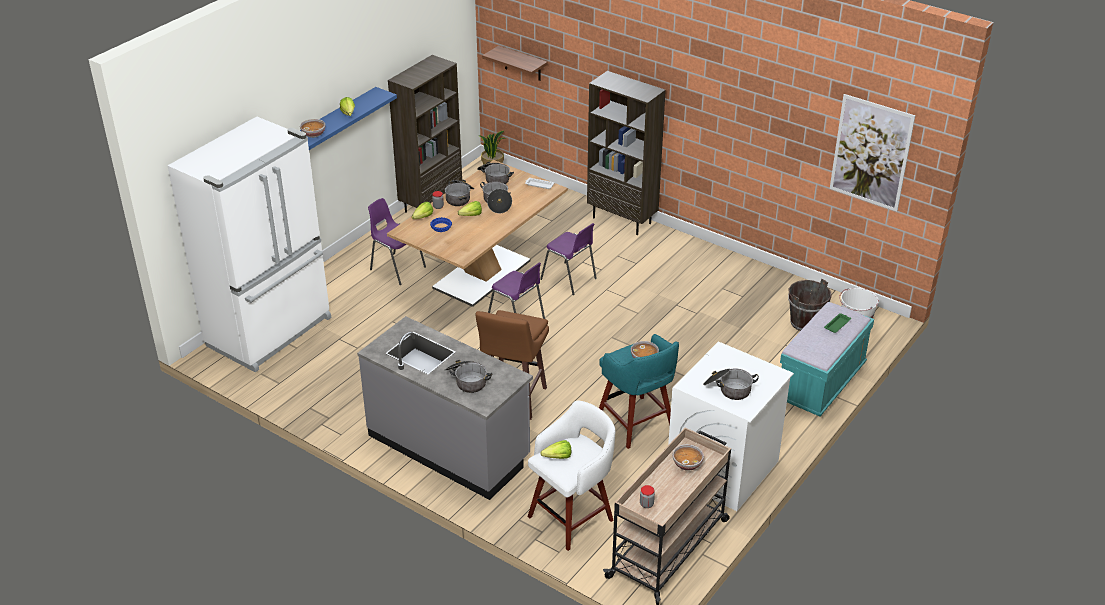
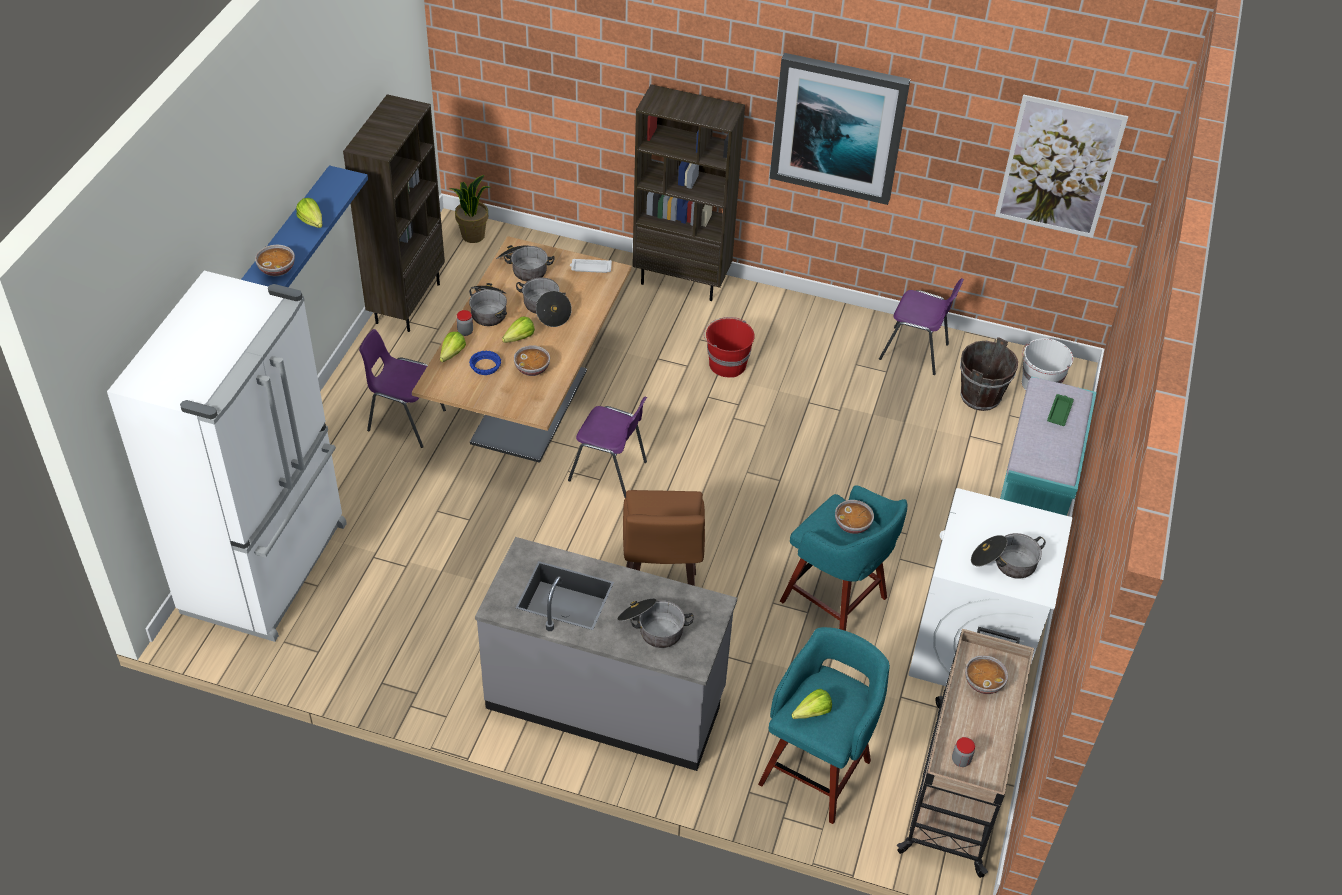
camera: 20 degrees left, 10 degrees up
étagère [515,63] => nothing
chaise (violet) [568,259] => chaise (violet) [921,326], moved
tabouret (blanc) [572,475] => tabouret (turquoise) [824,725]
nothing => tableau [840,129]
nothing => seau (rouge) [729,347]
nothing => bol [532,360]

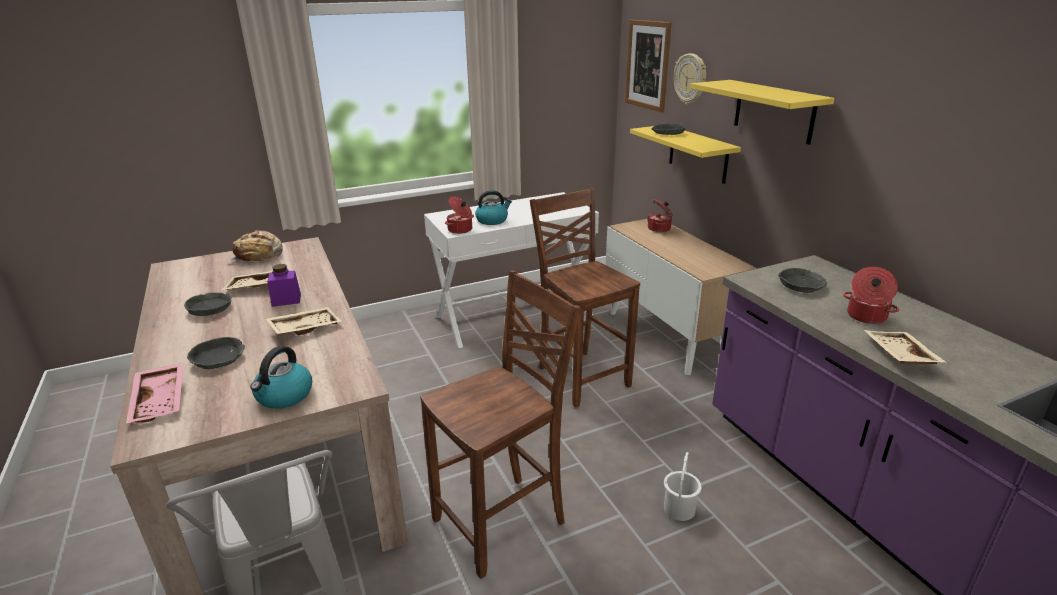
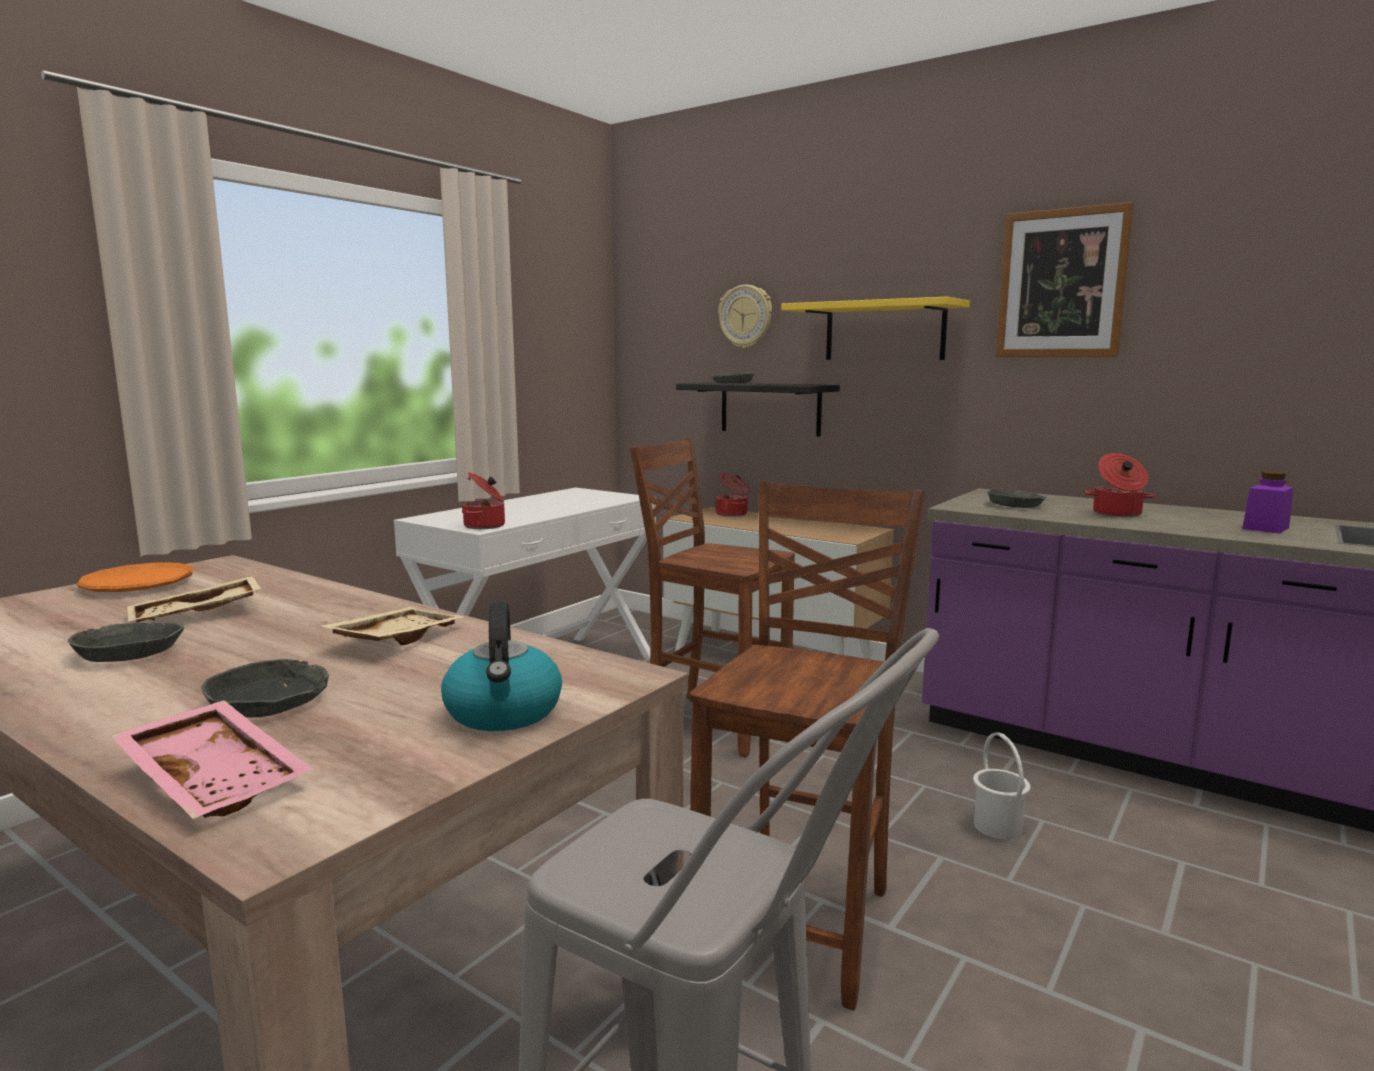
camera: 30 degrees left, 15 degrees down
tableau [648,66] => tableau [1065,279], moved
étagère (jaune) [685,155] => étagère (noir) [758,409]
bouilloire [493,207] => nothing
pain [255,246] => assiette (orange) [135,577]
bocal (violet) [284,285] => bocal (violet) [1267,502], moved
plateau (beige) [905,347] => nothing

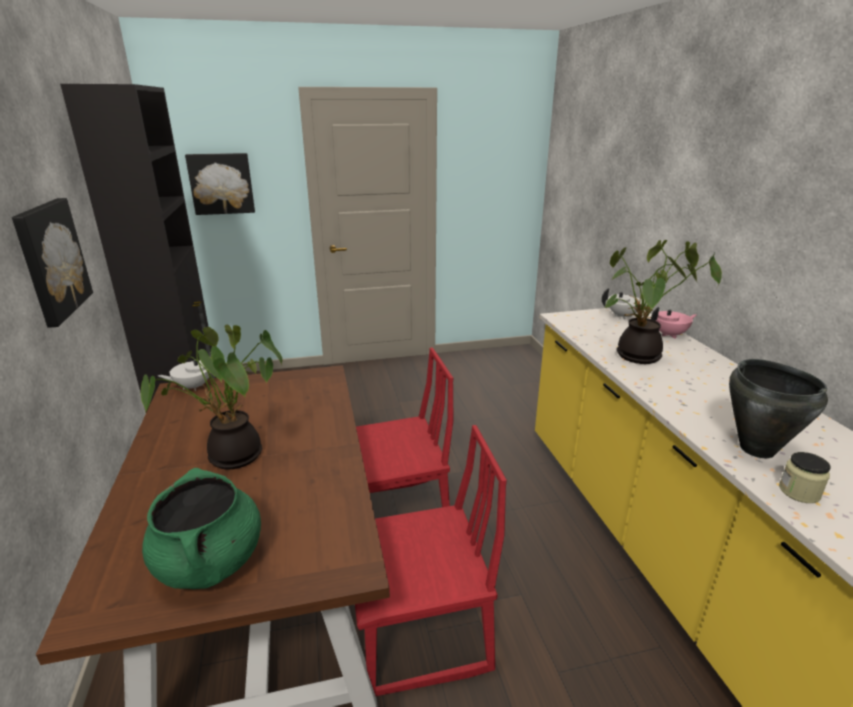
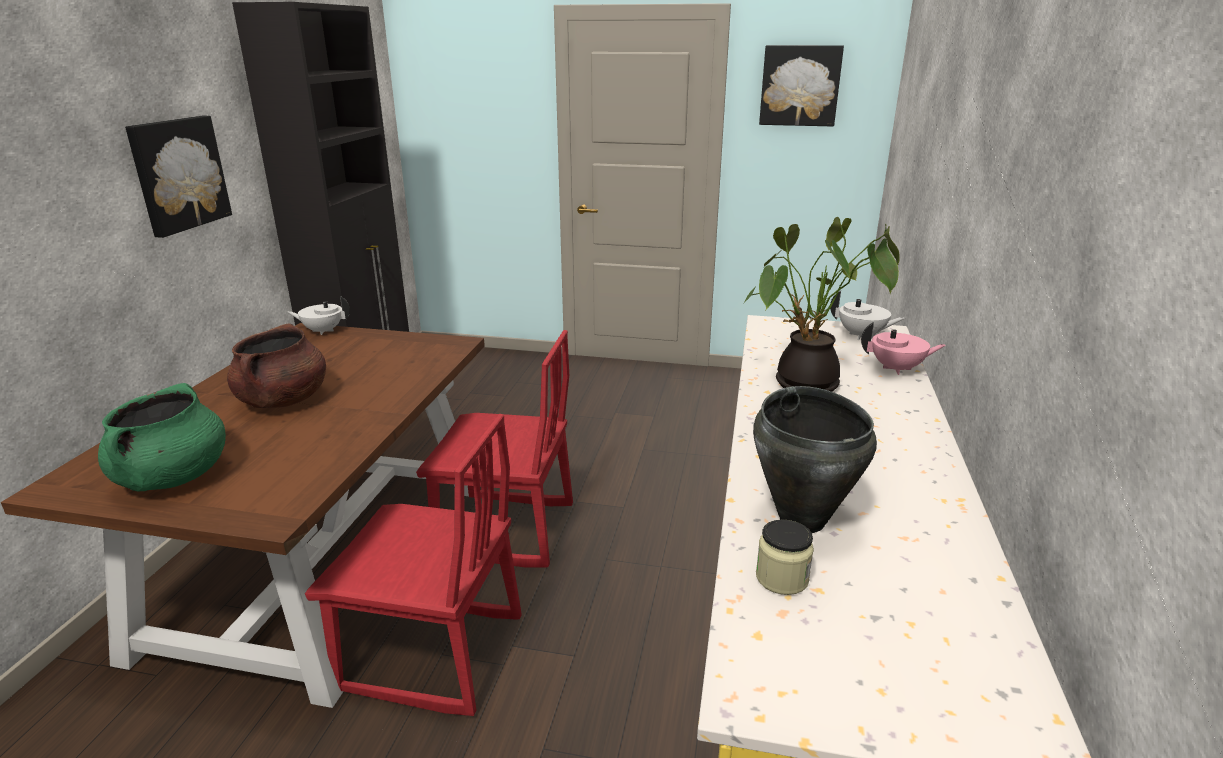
camera: 25 degrees right, 0 degrees up
tableau [220,184] => tableau [801,86], moved
plante en pot [211,397] => marmite (marron) [276,366]

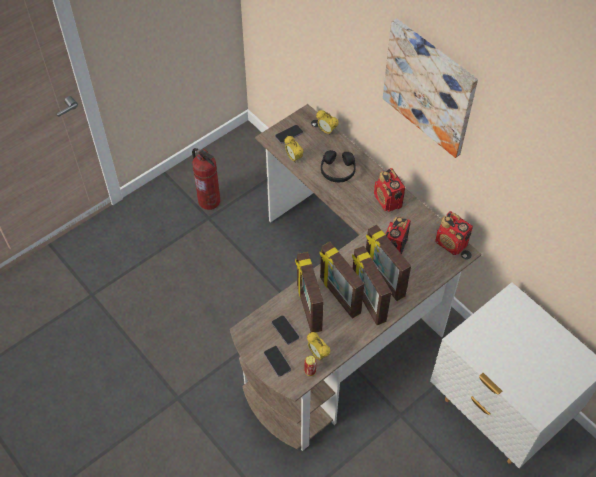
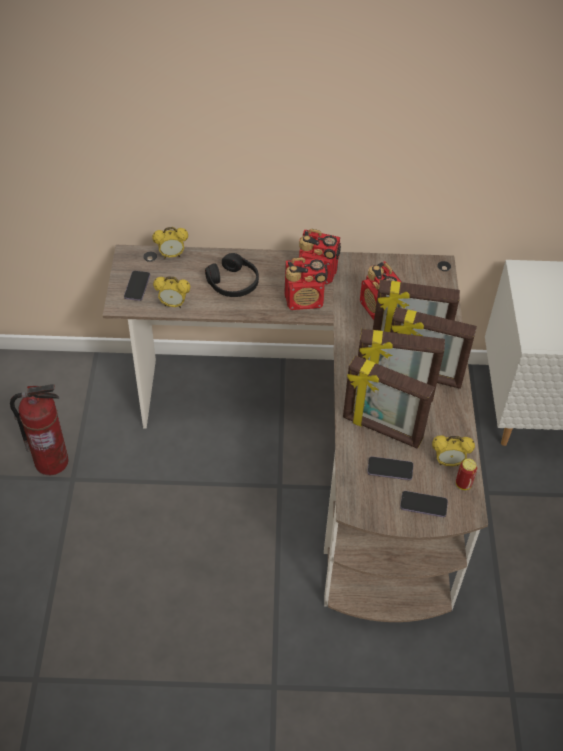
camera: 50 degrees left, 5 degrees down
tableau [430,88] => nothing
radio [454,233] => radio [306,283], moved

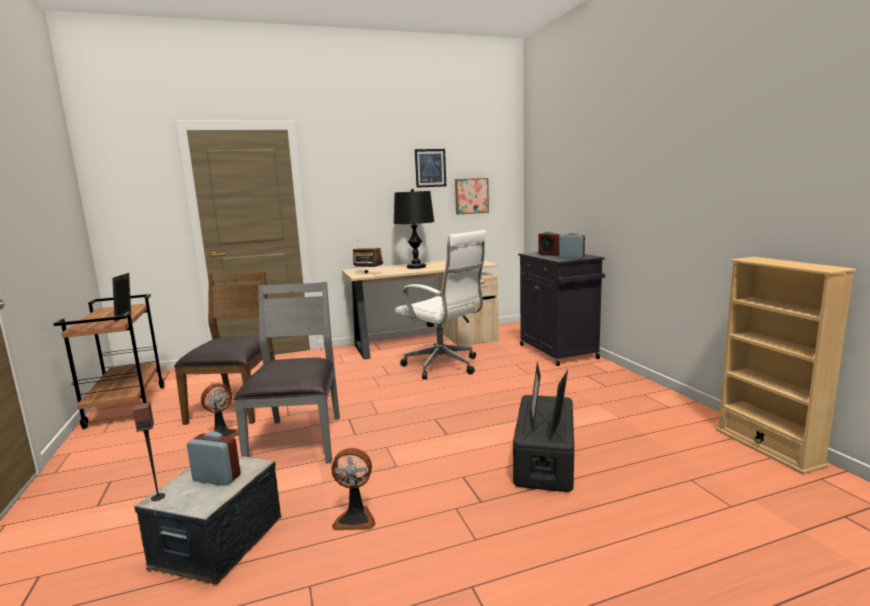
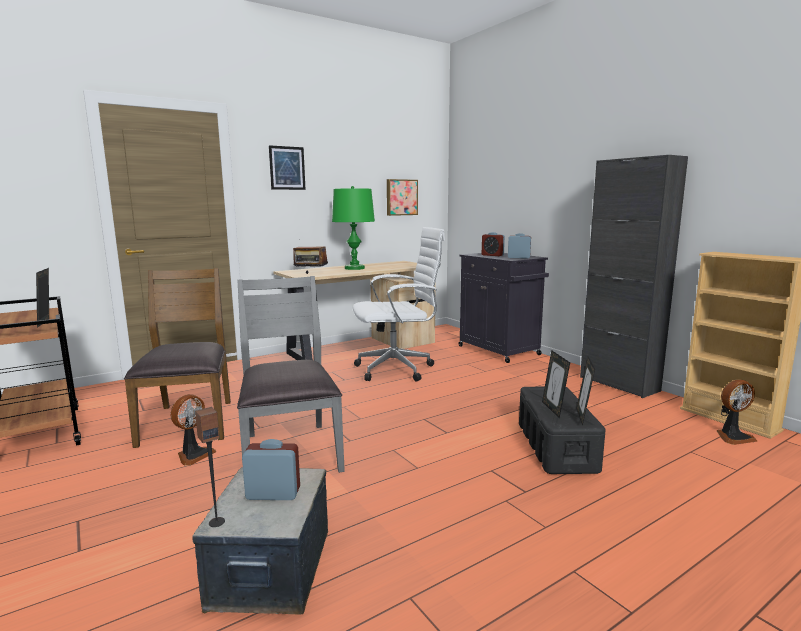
camera: 15 degrees left, 0 degrees up
tableau [430,168] => tableau [287,167], moved
lampe de table (noir) [414,229] => lampe de table (vert) [353,228]
chaise de bureau (blanc) [441,304] => chaise de bureau (blanc) [399,304], 45 degrees counterclockwise
ventilateur [353,489] => ventilateur [737,412], moved
nothing => meuble de rangement (noir) [634,276]

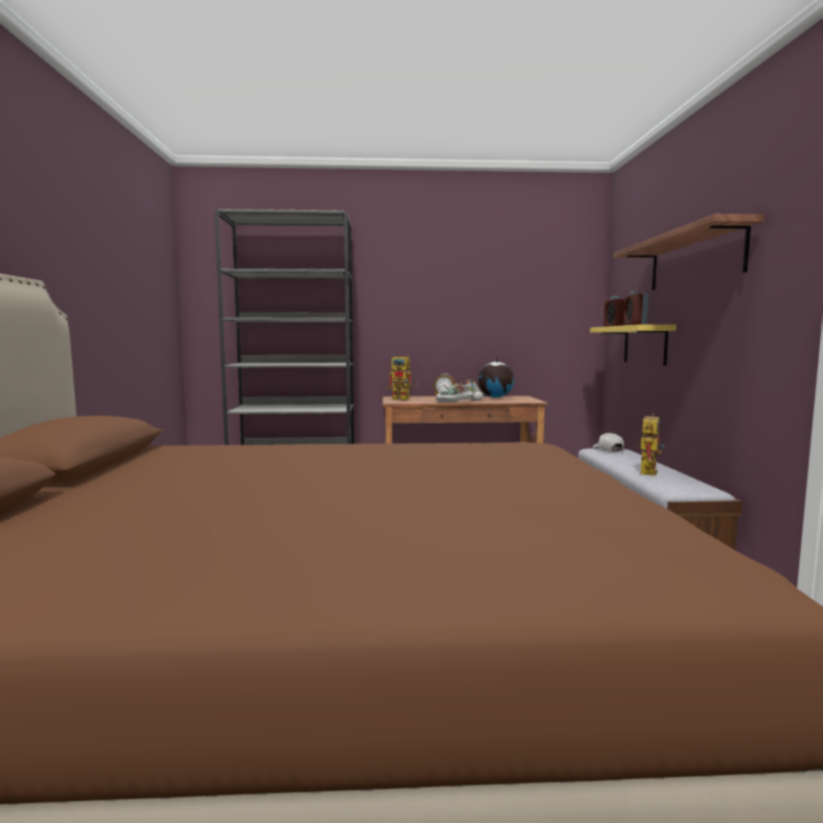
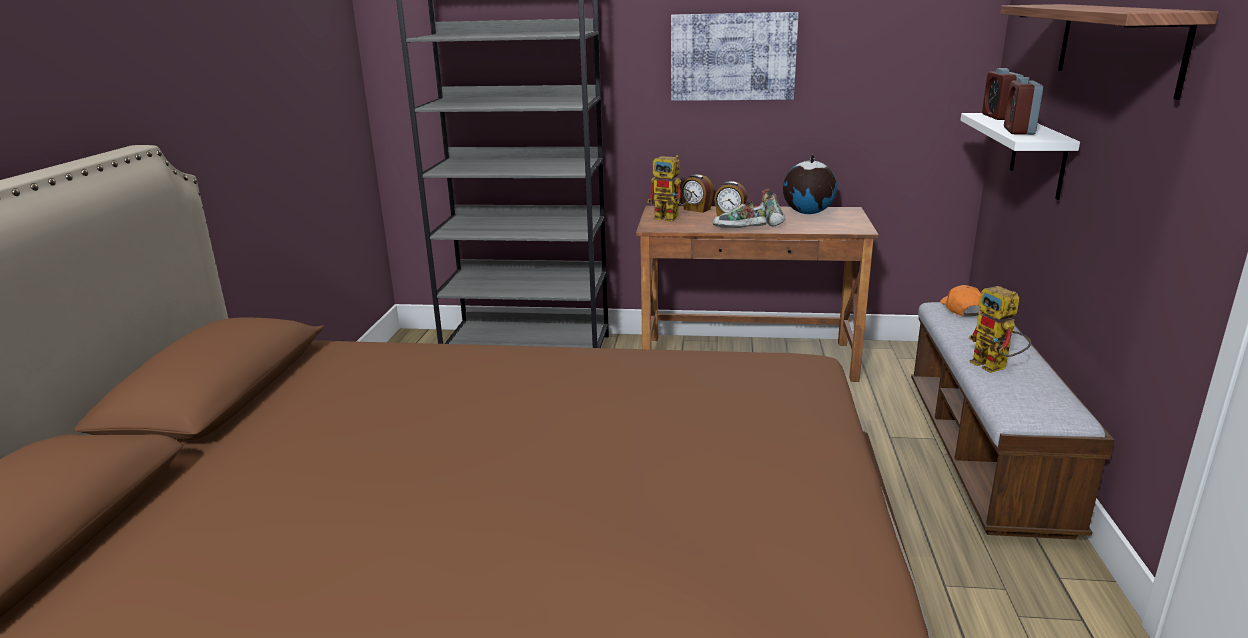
camera: 10 degrees right, 15 degrees up
étagère (jaune) [633,345] => étagère (blanc) [1020,156]
robot jouet [649,444] => robot jouet [1000,329], 120 degrees clockwise
casquette (blanc) [608,442] => casquette (orange) [960,301]
nothing => tableau [735,56]
nothing => réveil [697,193]

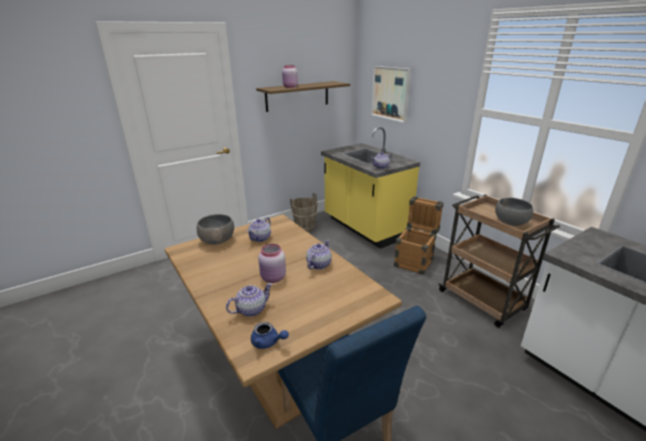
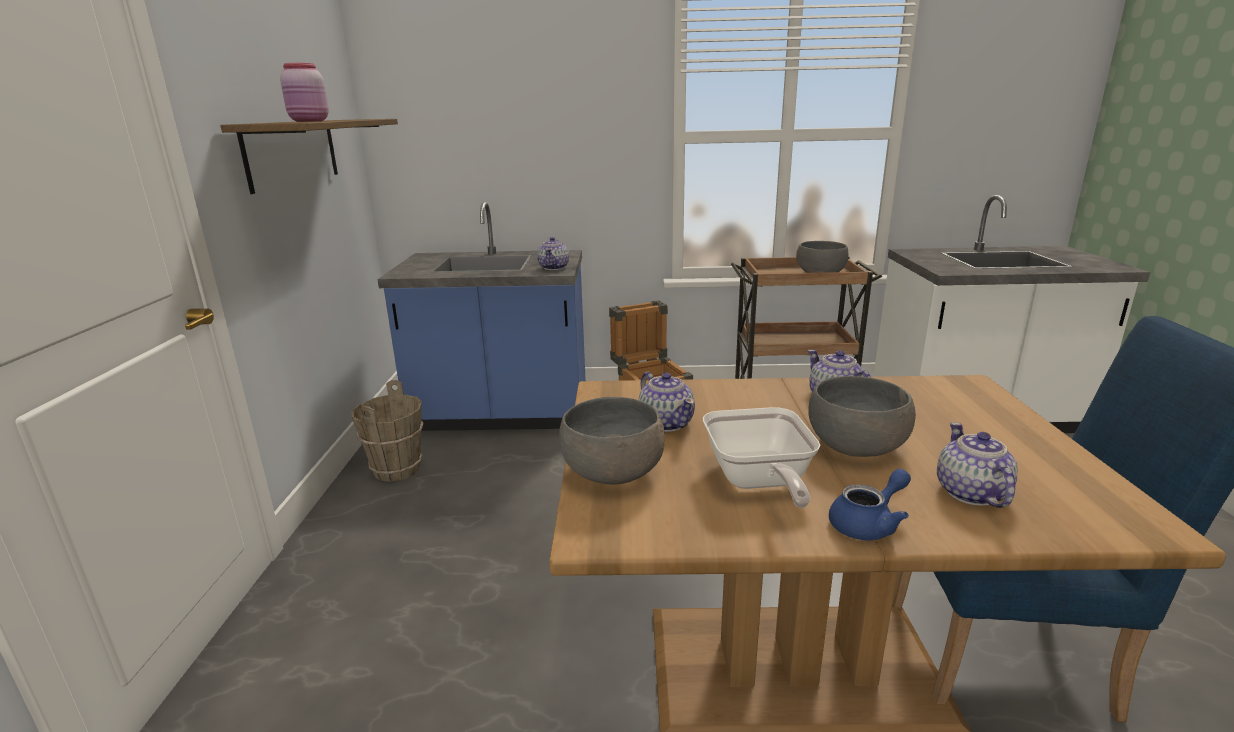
camera: 55 degrees left, 5 degrees down
tableau [391,94] => nothing
comptoir de cuisine (jaune) [370,188] => comptoir de cuisine (bleu) [481,316]
bocal (rose) [272,263] => bol (gris) [862,416]
théière (bleu) [270,335] => théière (bleu) [870,505], moved
nothing => poêle [762,457]

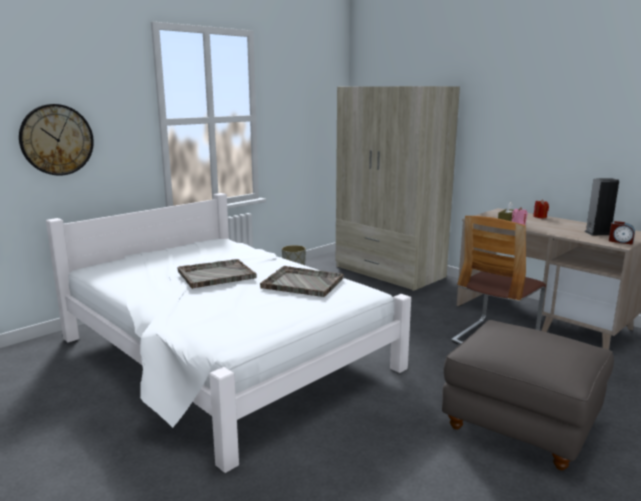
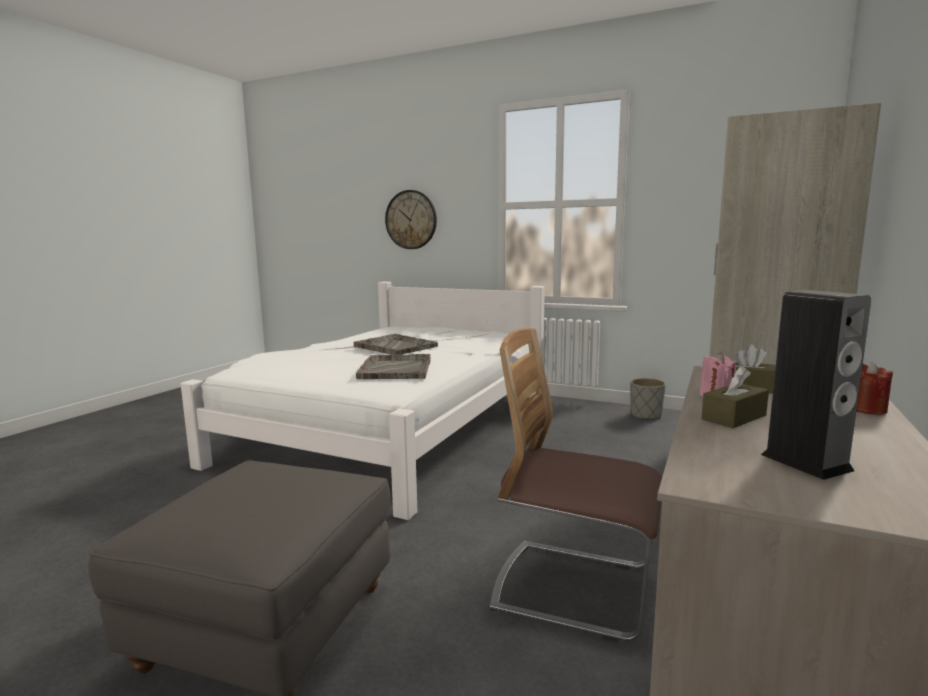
camera: 70 degrees right, 5 degrees down
réveil [622,233] => nothing
nothing => boîte à mouchoirs (marron) [735,397]

